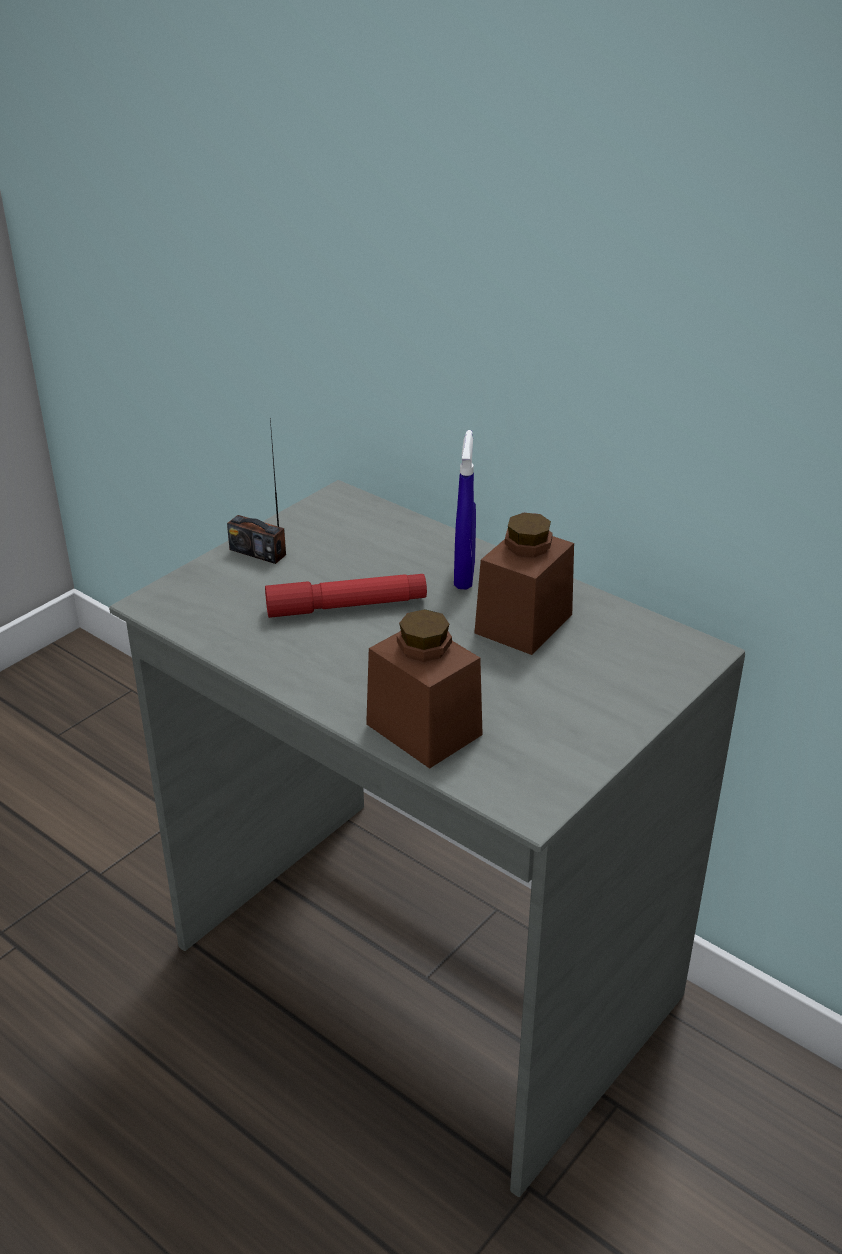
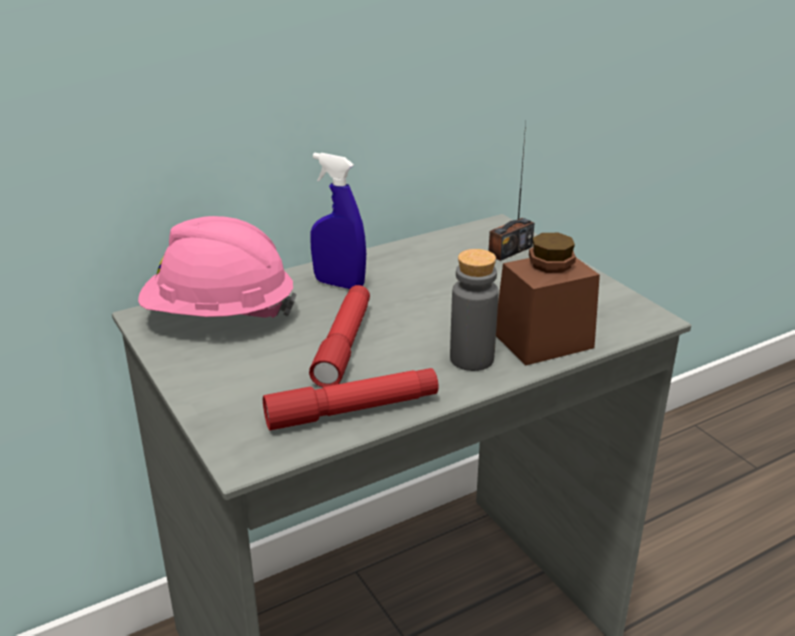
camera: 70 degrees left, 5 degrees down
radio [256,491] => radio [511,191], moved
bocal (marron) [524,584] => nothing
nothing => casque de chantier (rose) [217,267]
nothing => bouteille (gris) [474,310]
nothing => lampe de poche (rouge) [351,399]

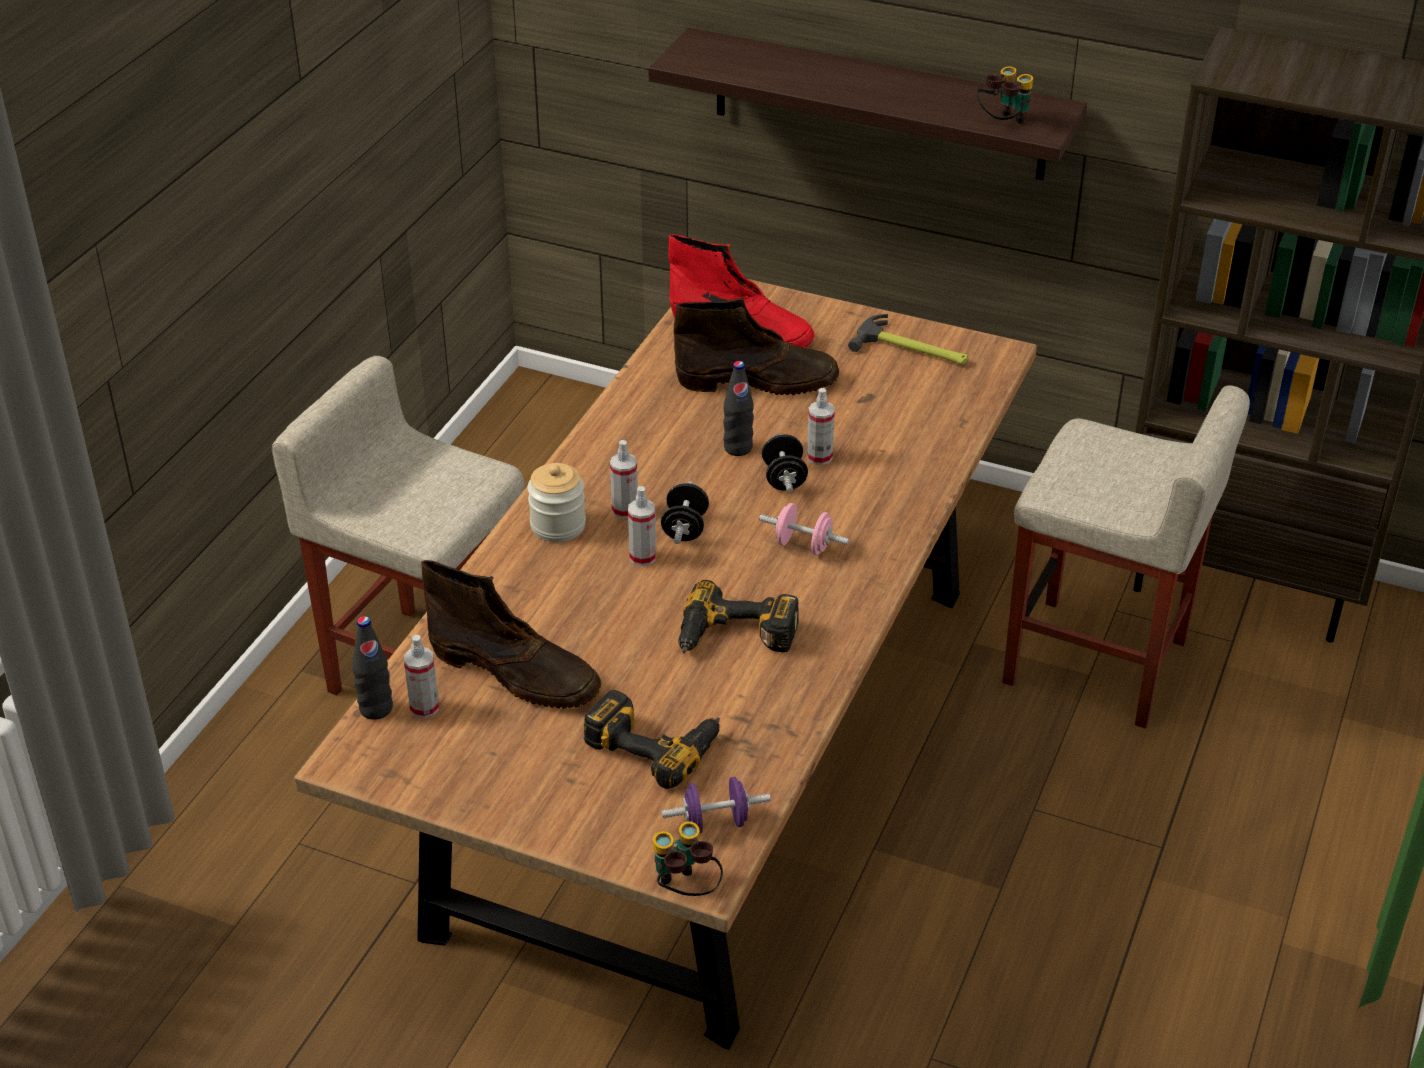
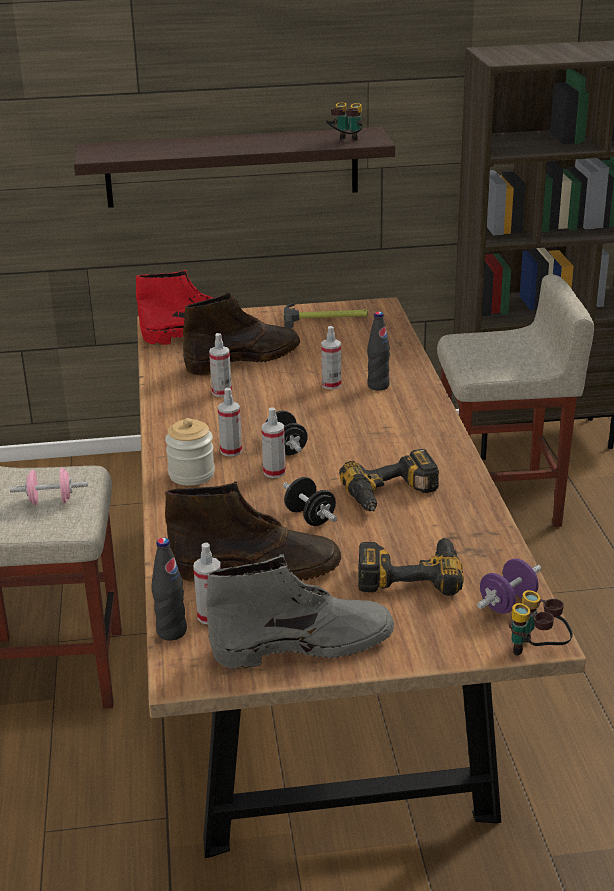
camera: 30 degrees left, 10 degrees down
bouteille (noir) [738,408] => bouteille (noir) [378,351], moved
haltère (noir) [785,463] => haltère (noir) [310,501], moved
haltère (rose) [804,529] => haltère (rose) [49,486], moved
nothing => vaporisateur [220,365]
nothing => botte (gris) [300,611]

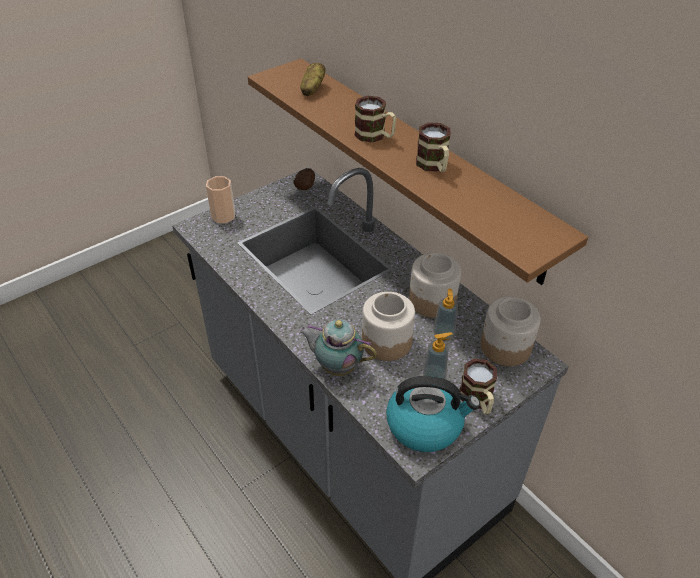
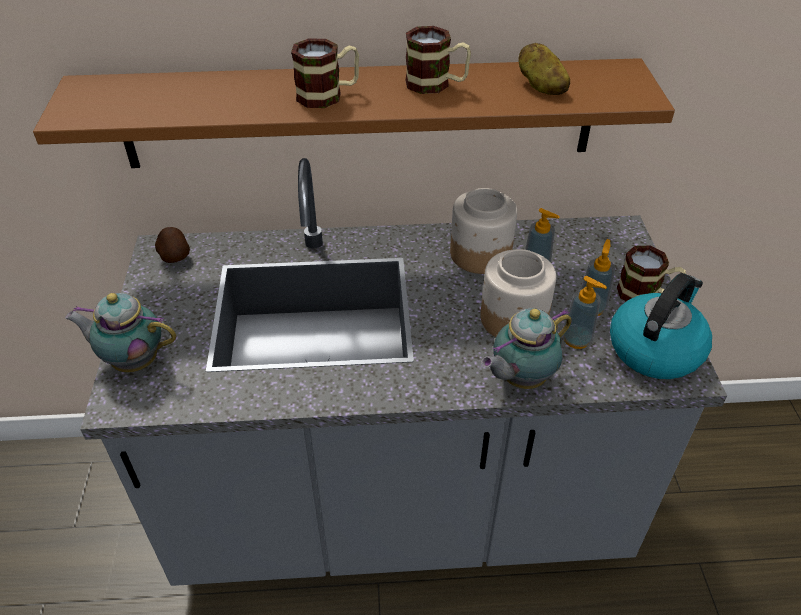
camera: 55 degrees left, 0 degrees up
pomme de terre [312,79] => pomme de terre [544,69], moved
tasse [220,199] => théière [120,333]
bocal [510,331] => nothing
nothing => distributeur de savon [584,312]

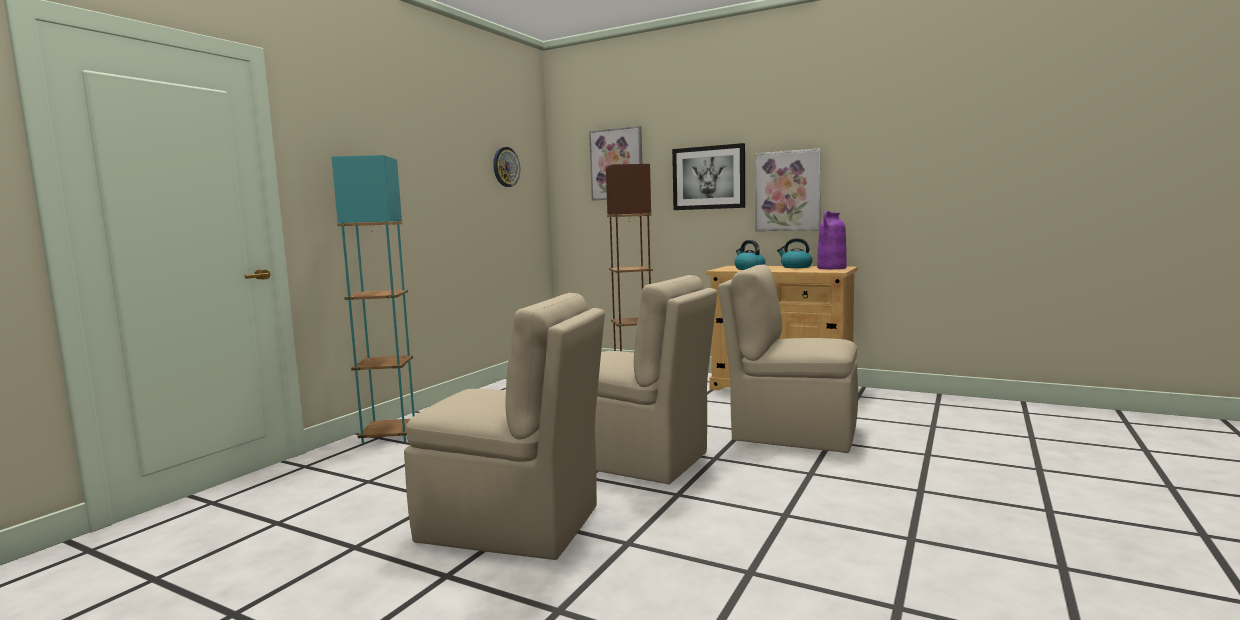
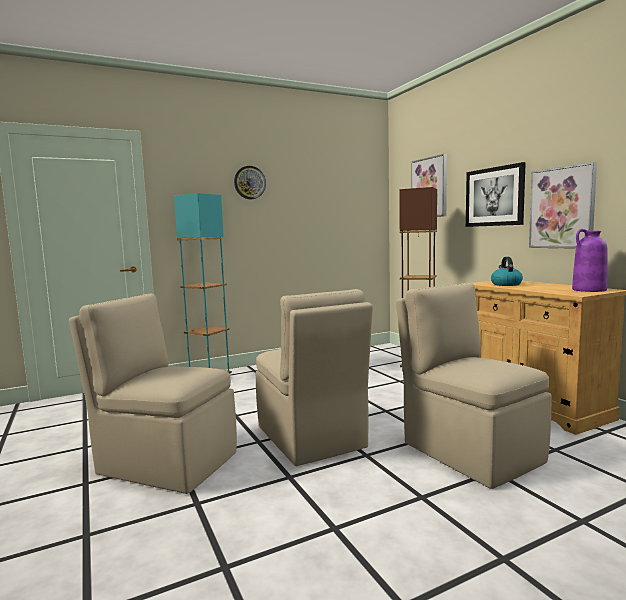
camera: 35 degrees right, 0 degrees up
horloge murale [506,167] => horloge murale [250,182], moved
bouilloire [795,253] => nothing
chaise (beige) [504,426] => chaise (beige) [153,393], 150 degrees clockwise

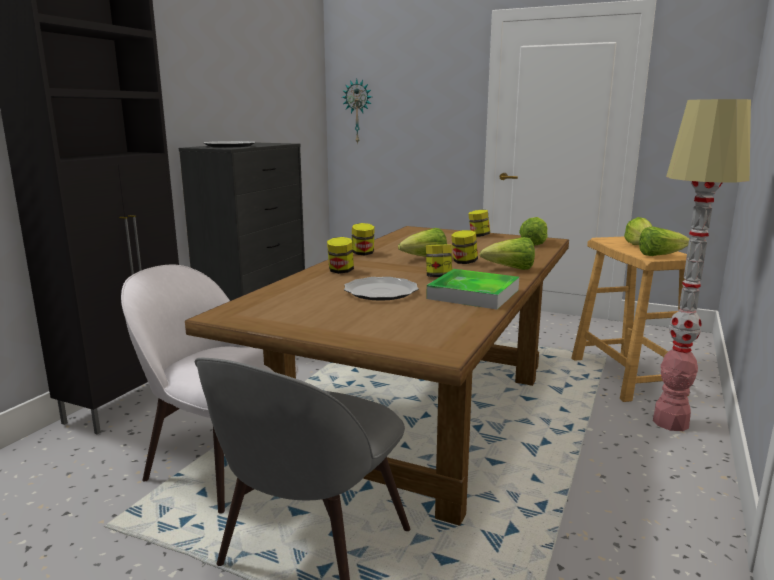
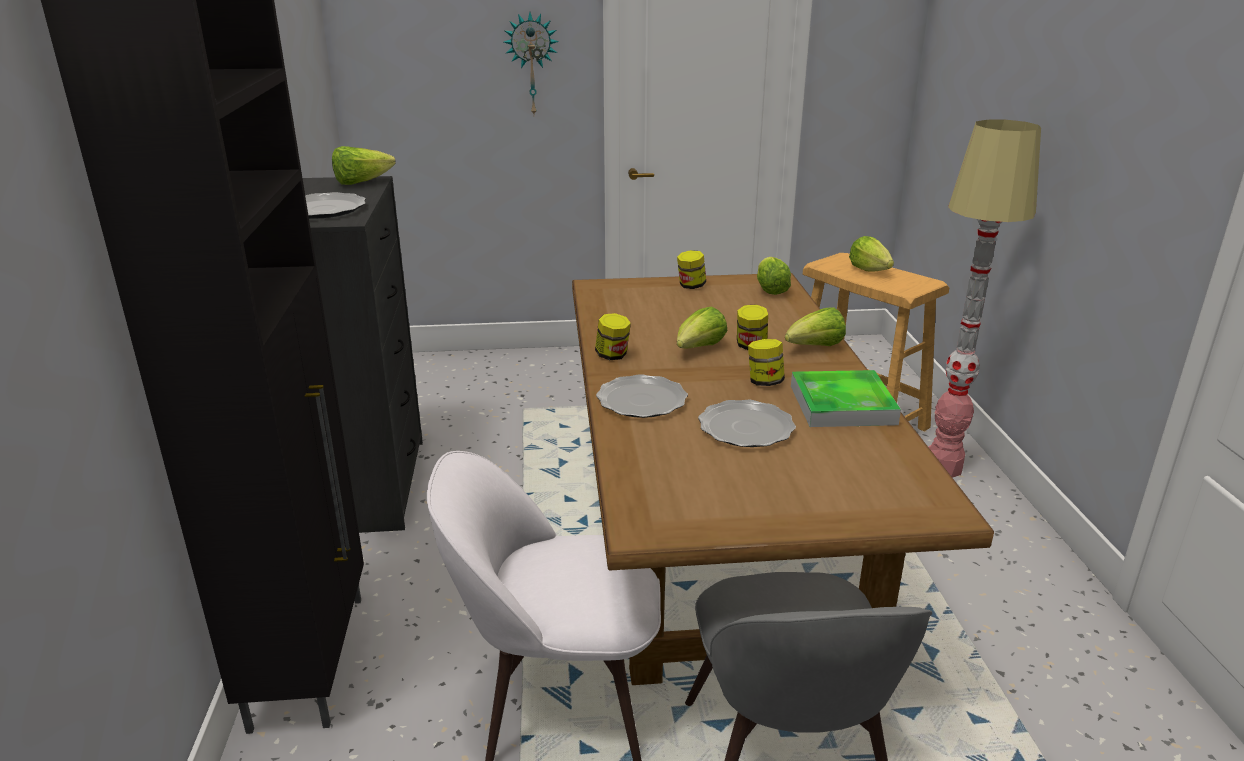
camera: 30 degrees left, 10 degrees up
horloge murale [357,111] => horloge murale [531,63], moved
laitue [664,241] => laitue [364,165], moved
bocal [340,255] => assiette [642,396]

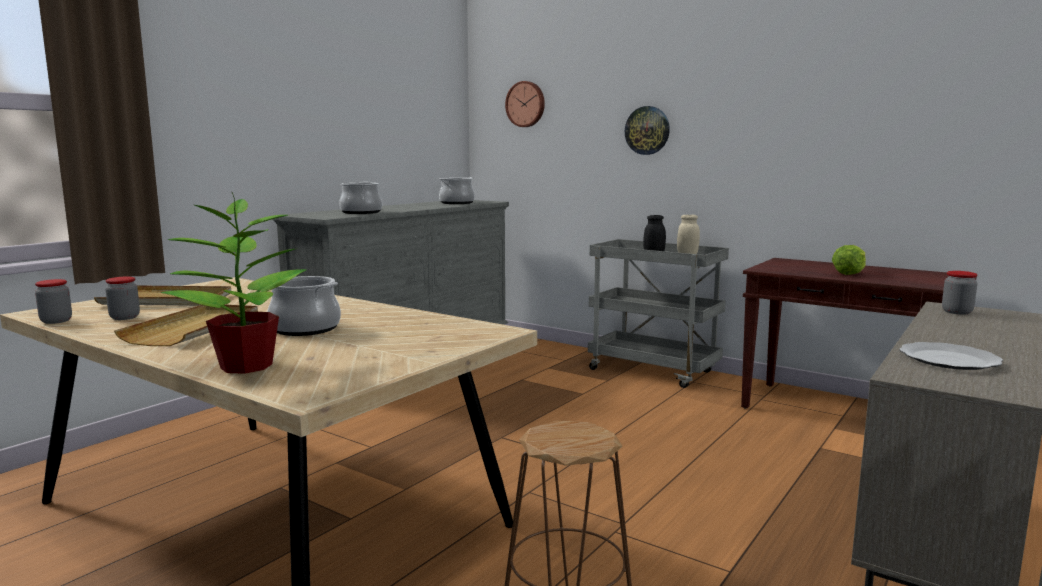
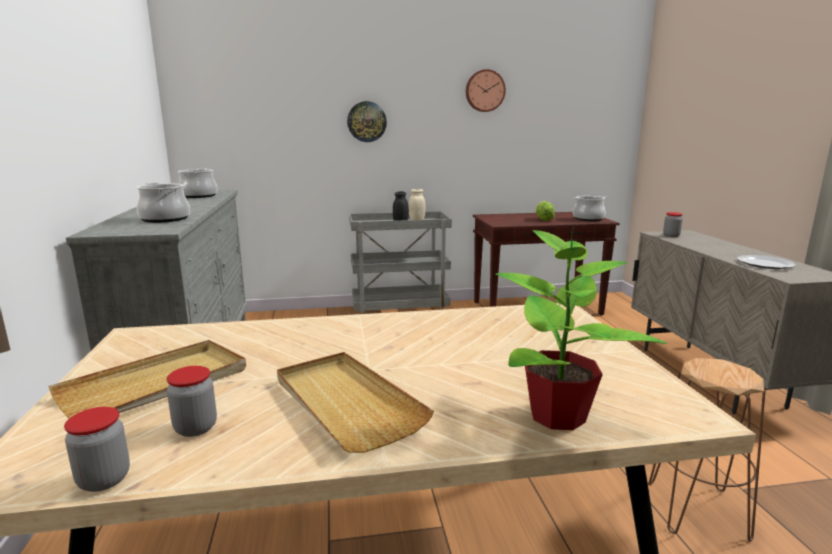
camera: 45 degrees left, 5 degrees up
horloge murale [525,104] => horloge murale [486,90], moved
marmite [304,306] => marmite [590,208], moved

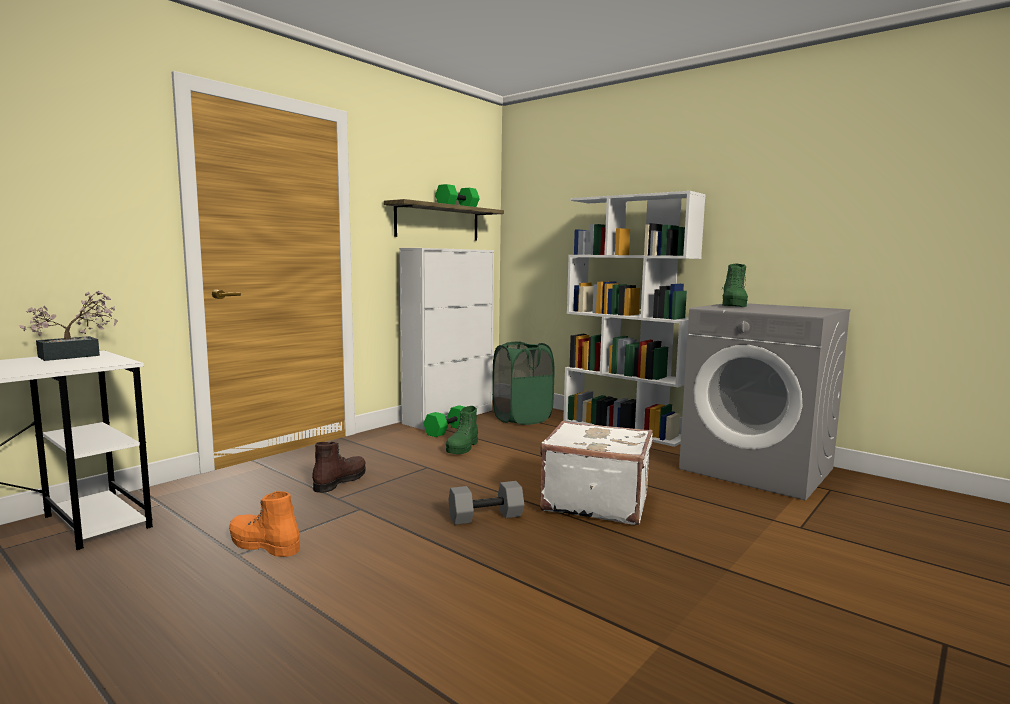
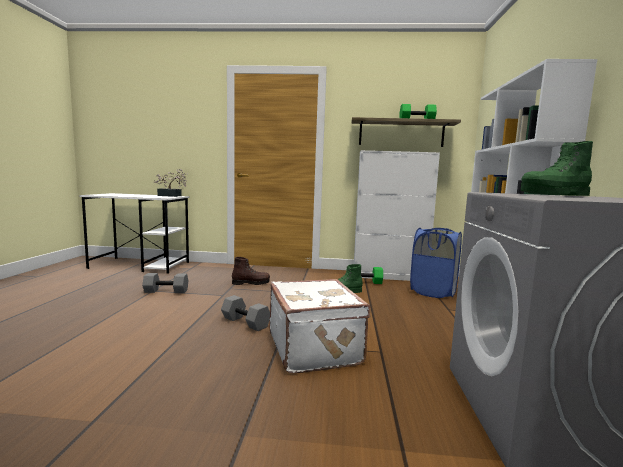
camera: 55 degrees right, 0 degrees up
panier à linge (vert) [523,383] => panier à linge (bleu) [436,263]
botte (orange) [264,524] => haltère (gris) [165,283]

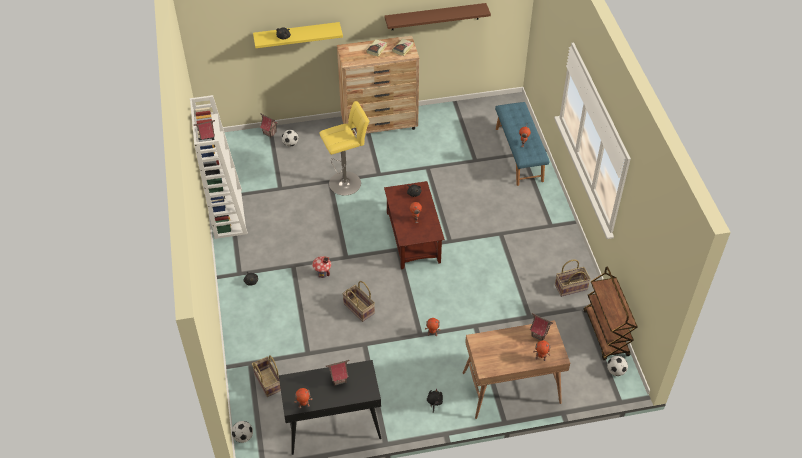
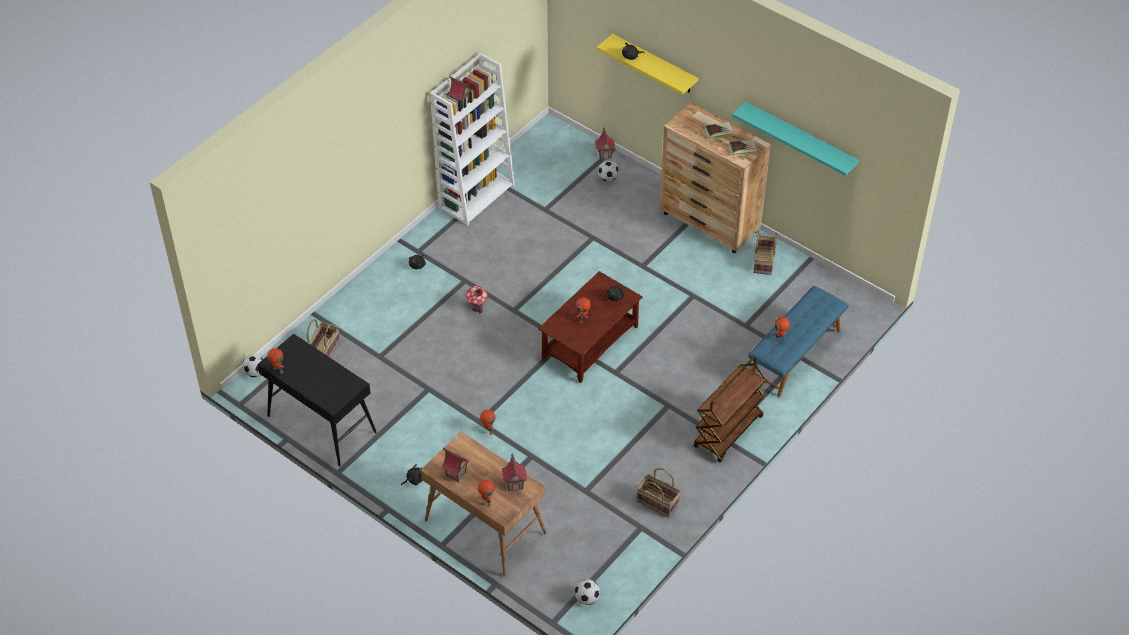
camera: 50 degrees right, 0 degrees up
étagère (marron) [437,16] => étagère (turquoise) [795,139]
tabouret (jaune) [344,148] => nothing
chariot (marron) [610,313] => chariot (marron) [730,409], moved
panier [358,301] => panier [765,253], moved
maison miniature [337,373] => maison miniature [455,465], moved

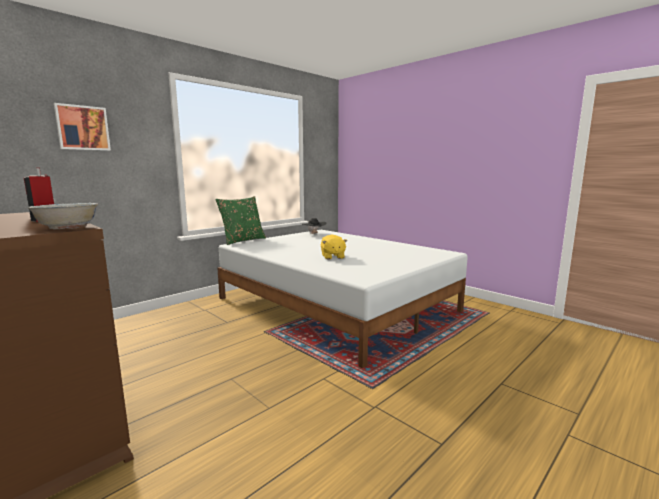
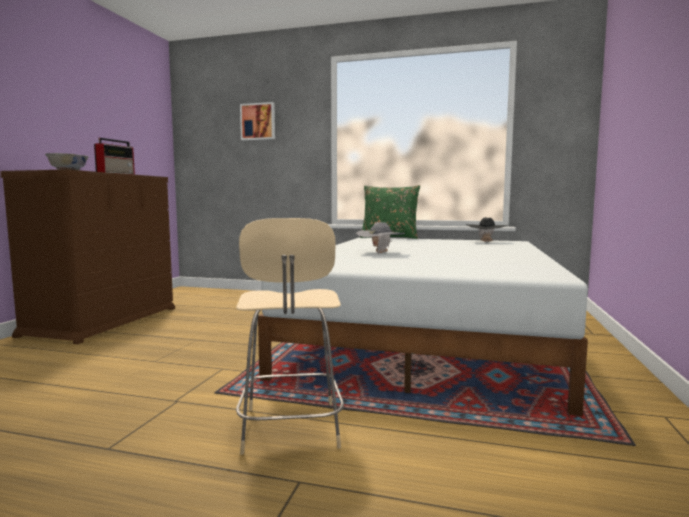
camera: 60 degrees right, 5 degrees down
peluche (jaune) [334,247] => chapeau (gris) [380,238]
nothing => chaise (beige) [290,336]

